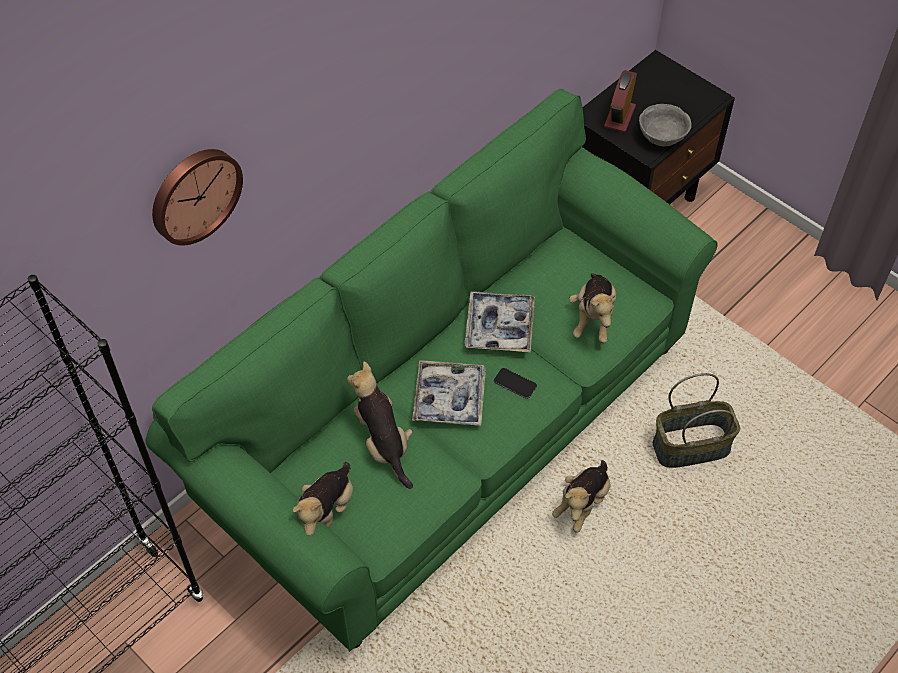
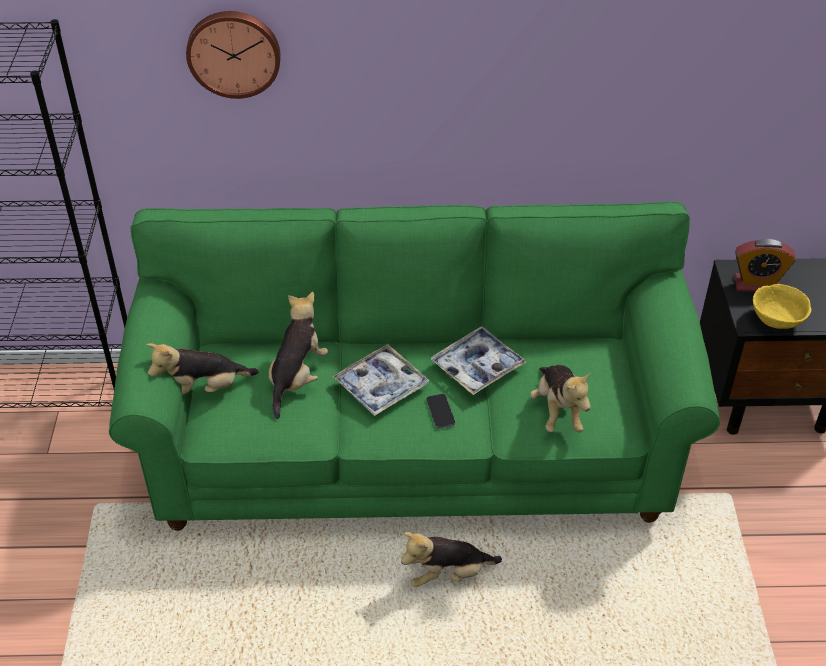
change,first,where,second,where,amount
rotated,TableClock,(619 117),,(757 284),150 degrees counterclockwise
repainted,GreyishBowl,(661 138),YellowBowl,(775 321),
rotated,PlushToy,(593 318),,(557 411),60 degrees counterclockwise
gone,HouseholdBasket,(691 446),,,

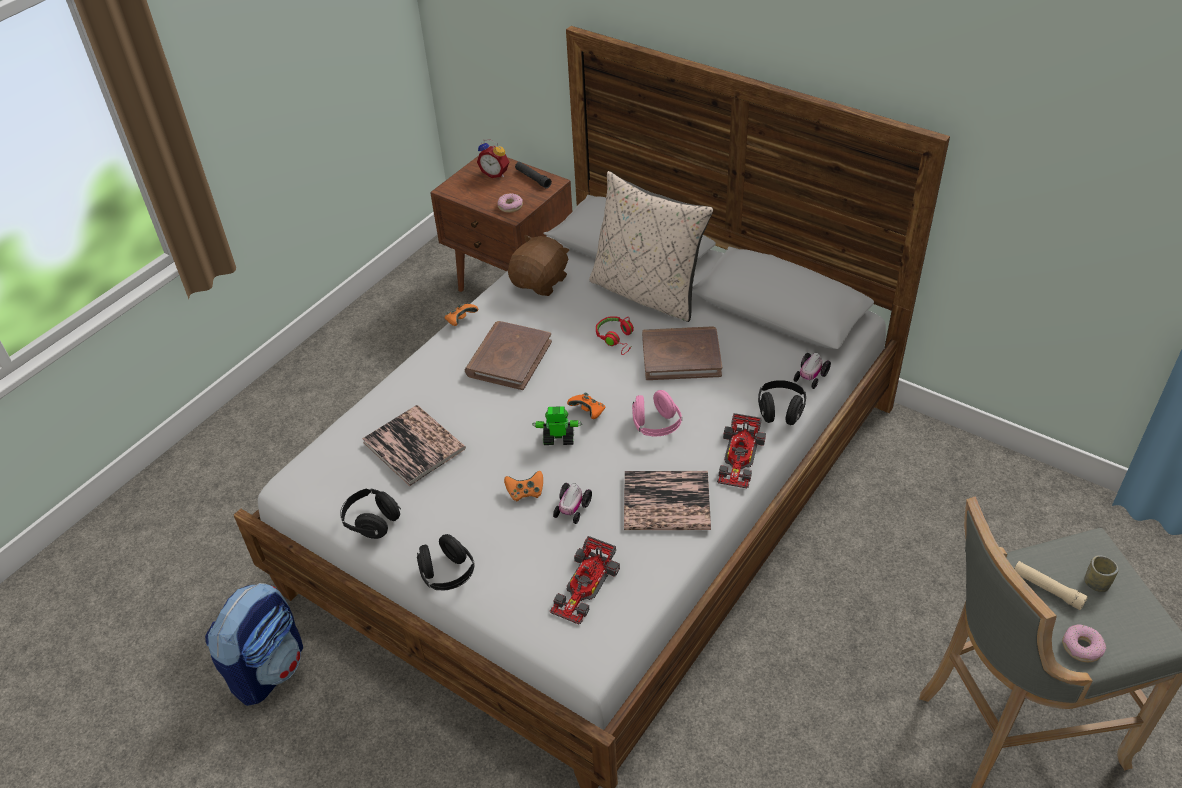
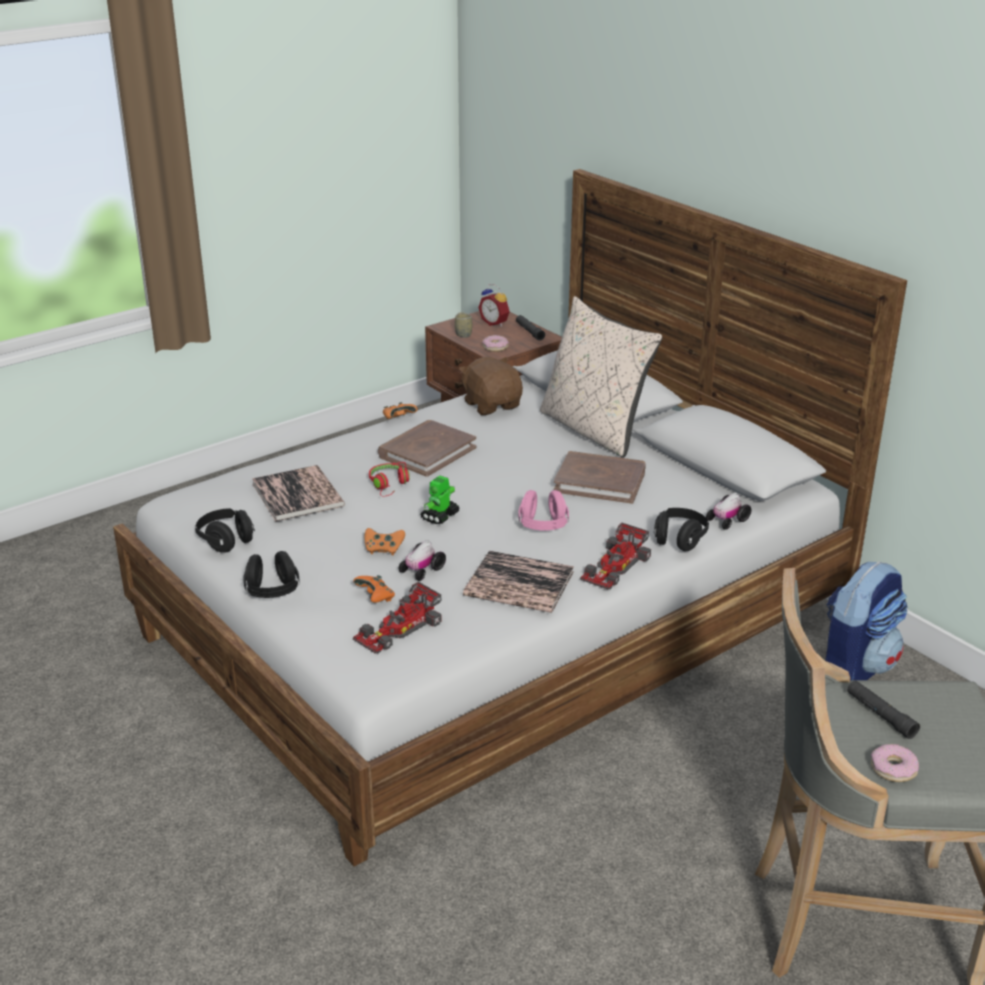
change,first,where,second,where,amount
rotated,BrownColouredPlushToy,(540 282),,(492 405),75 degrees counterclockwise
shifted,RedColouredHeadphones,(617 339),,(389 485),
shifted,OrangeyGamepad,(588 412),,(376 598),
rotated,RobotFigure,(558 438),,(439 516),75 degrees counterclockwise
shifted,Cup,(1096 583),,(463 335),
repainted,SandColouredTorch,(1047 589),BlackTorch,(880 715),
shifted,Knapsack,(269 668),,(856 666),

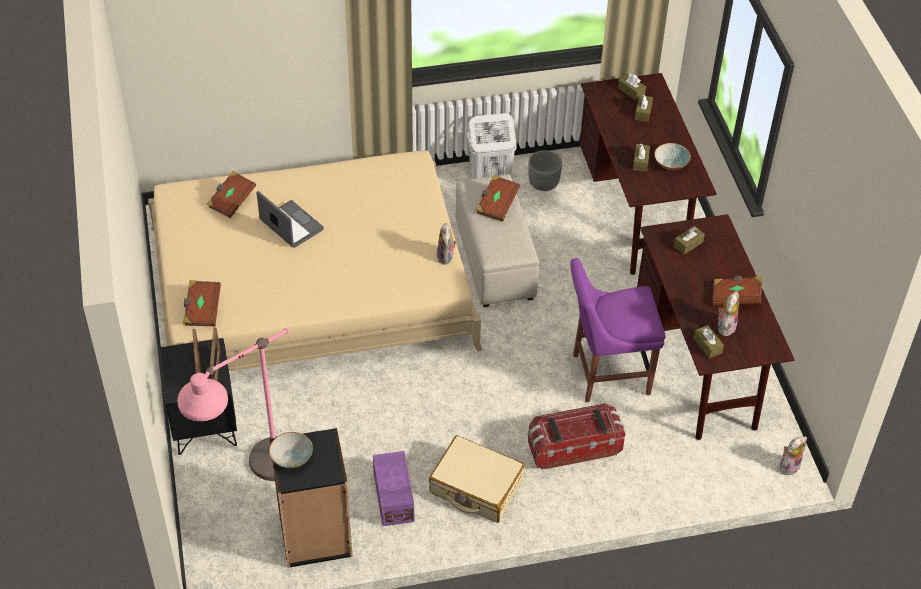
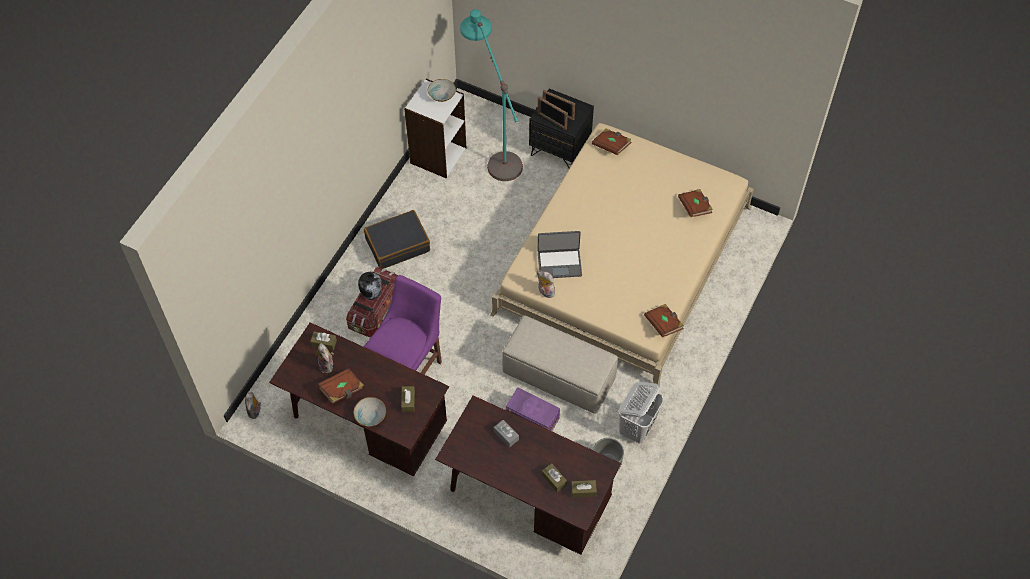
change,first,where,second,where,amount
shifted,Bowl,(671 164),,(370 416),
repainted,BrownColouredTissueHolder,(640 162),GreyishTissueHolder,(506 435),
shifted,BrownColouredVolume,(496 205),,(663 324),
shifted,Laptop,(290 226),,(559 263),
repainted,PinkColouredStandingLamp,(255 487),TurquoiseColouredStandingLamp,(494 148),
repainted,BlackShelvingUnit,(315 536),WhiteColouredShelvingUnit,(437 155),
repainted,SandColouredTravelCase,(476 487),BlackTravelCase,(397 244),
shifted,PurpleColouredStorageContainer,(392 498),,(532 417),
new,,,FlowerVase,(372 294),

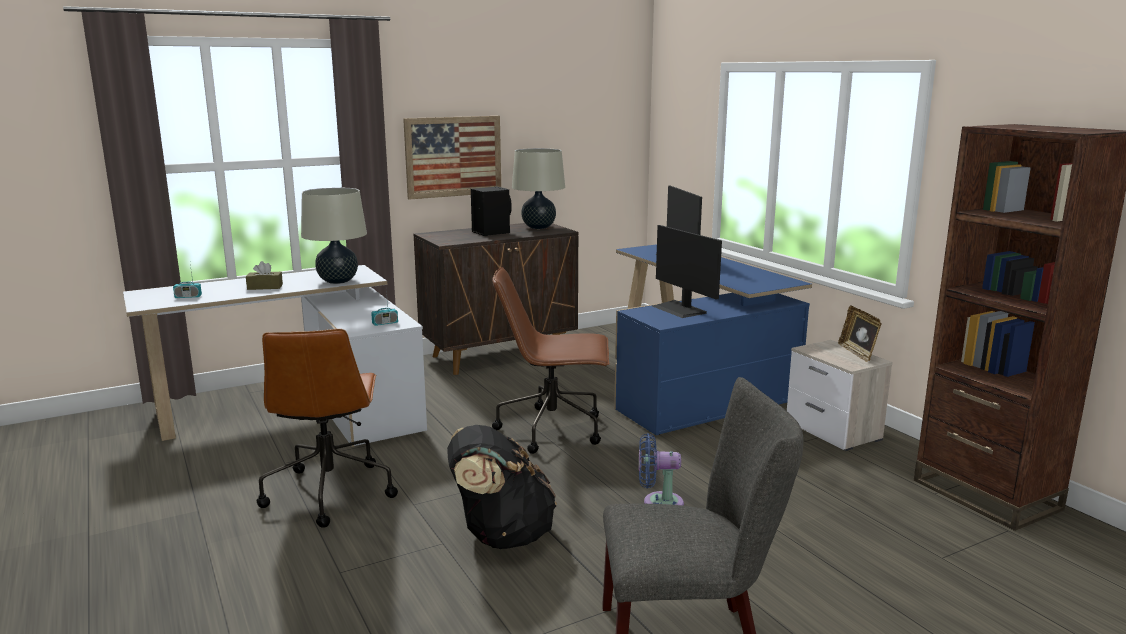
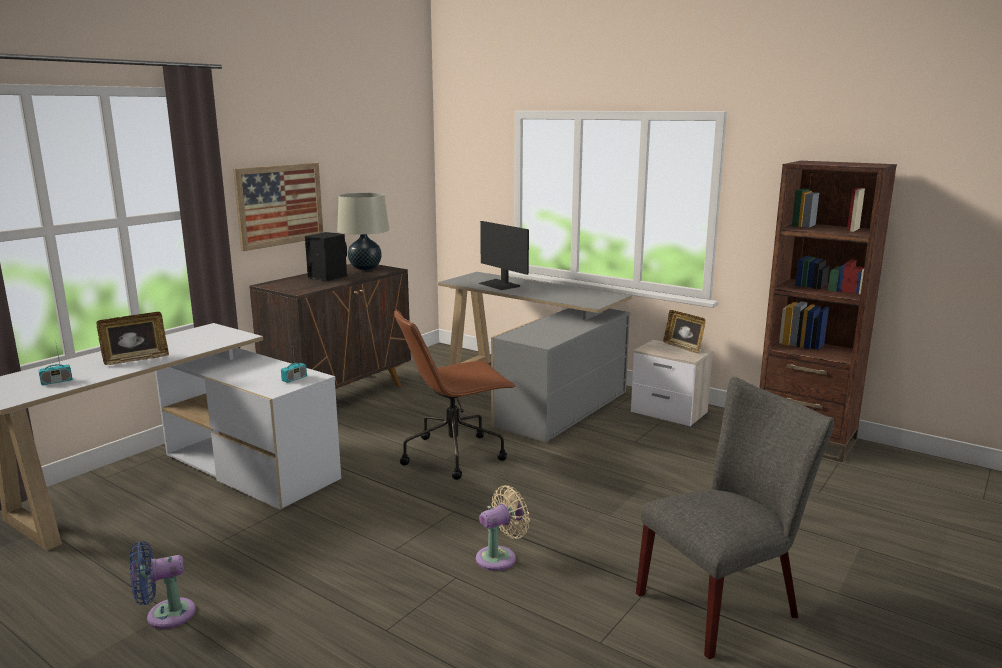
change,first,where,second,where,amount
gone,SandColouredTableLamp,(338 281),,,
gone,ComputerScreen,(680 309),,,
repainted,BlueDesk,(694 384),GreyishDesk,(534 394),
swapped,BrownColouredTissueHolder,(265 287),StandingFrame,(136 359),
gone,BrownColouredOfficeChair,(329 492),,,
swapped,BlackKnapsack,(501 535),SandColouredFan,(499 557),
shifted,BlueFan,(658 503),,(165 615),

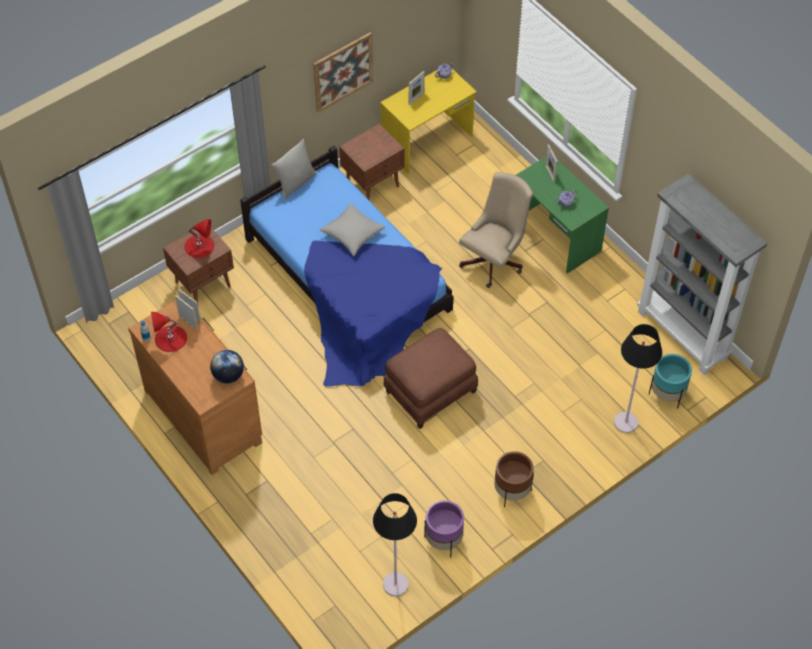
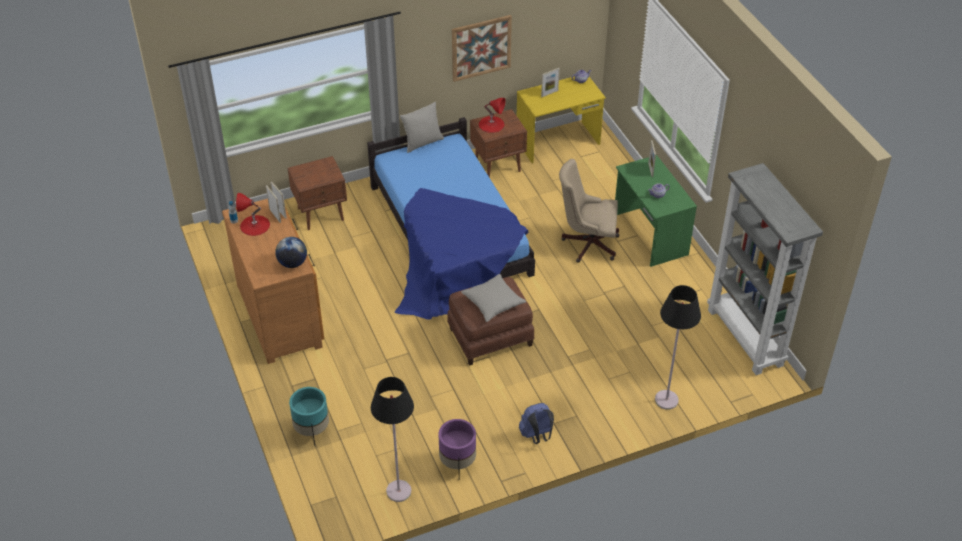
change,first,where,second,where,amount
rotated,SandColouredOfficeChair,(495 260),,(587 243),135 degrees counterclockwise
shifted,GreyishThrowPillow,(352 234),,(493 303),
shifted,RedColouredTableLamp,(199 246),,(491 124),
shifted,TurquoiseColouredPlanter,(667 394),,(312 431),
swapped,BrownColouredPlanter,(511 491),BlueKnapsack,(537 436),

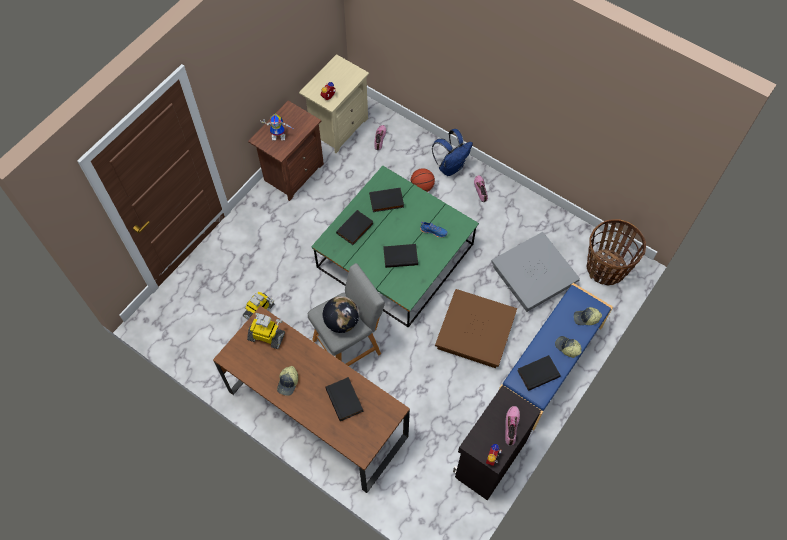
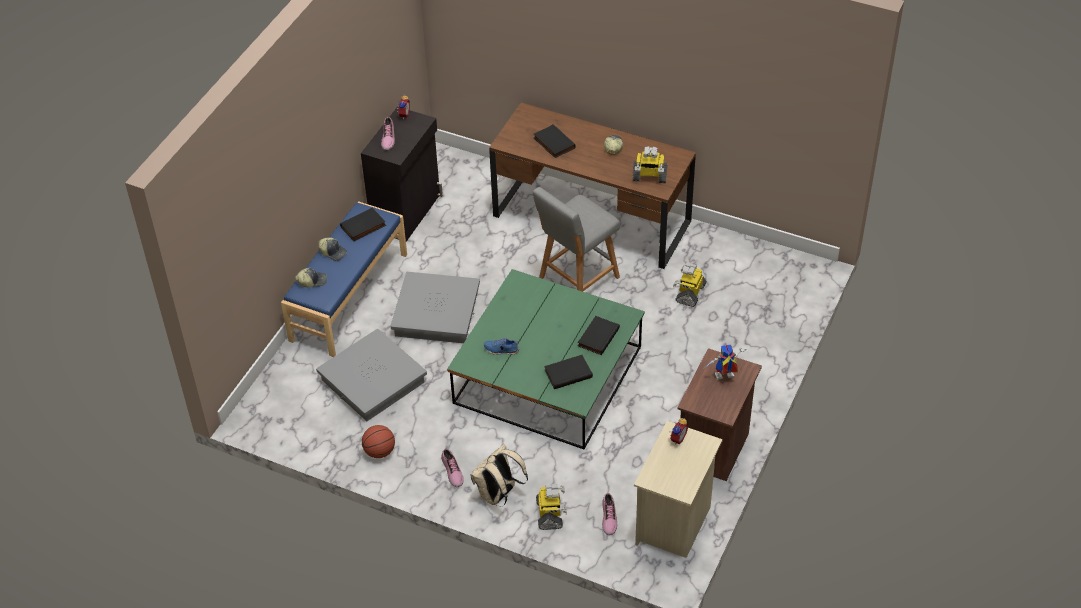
change,first,where,second,where,amount
repainted,BlueKnapsack,(451 166),SandColouredKnapsack,(498 495),
shifted,BasketballBall,(422 187),,(379 451),
gone,HouseholdBasket,(606 268),,,
gone,BlackVolume,(400 256),,,
repainted,BrownColouredStorageContainer,(475 332),GreyishStorageContainer,(436 313),
gone,WorldGlobe,(342 322),,,
new,,,RobotFigure,(550 514),

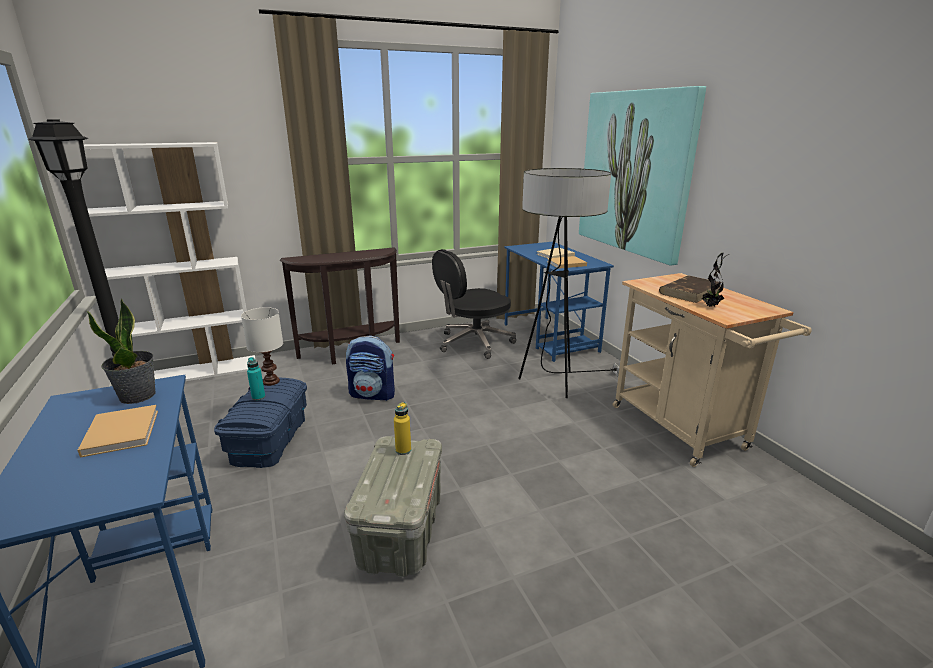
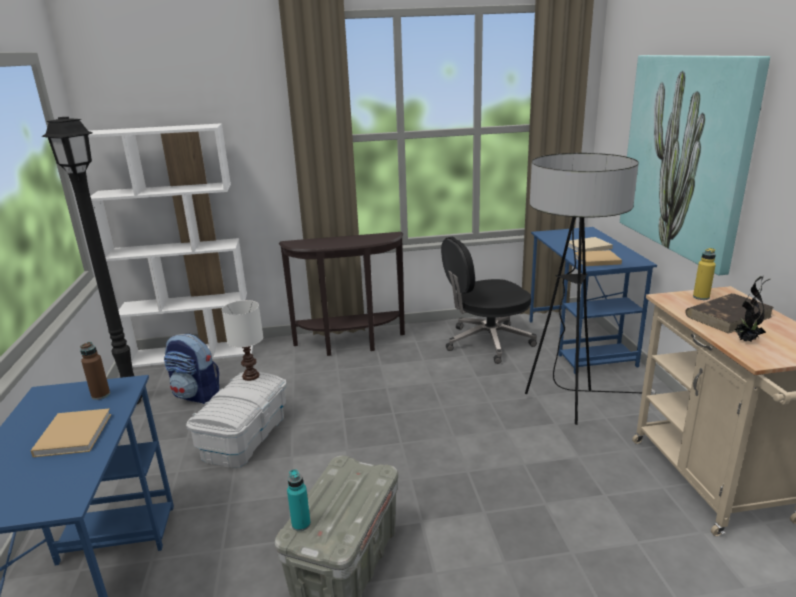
change,first,where,second,where,amount
swapped,Houseplant,(138 396),BrownColouredDrinkBottle,(100 395),
shifted,Knapsack,(373 394),,(196 395),
shifted,TurquoiseColouredDrinkBottle,(258 397),,(301 524),
repainted,BlueStorageContainer,(269 439),WhiteColouredStorageContainer,(244 436),
shifted,YellowDrinkBottle,(403 450),,(701 297),

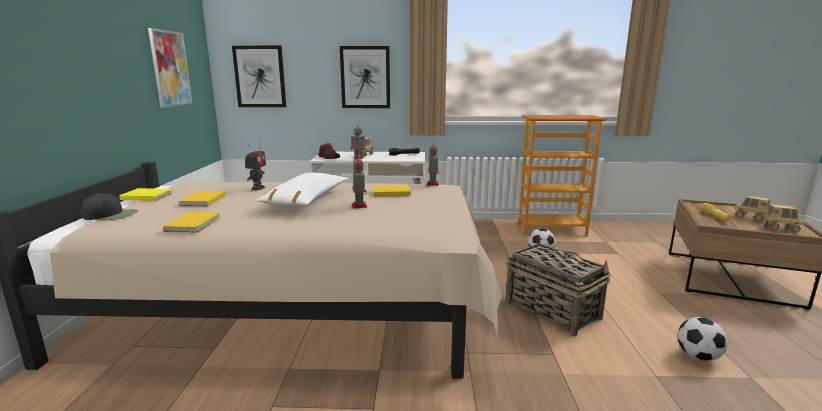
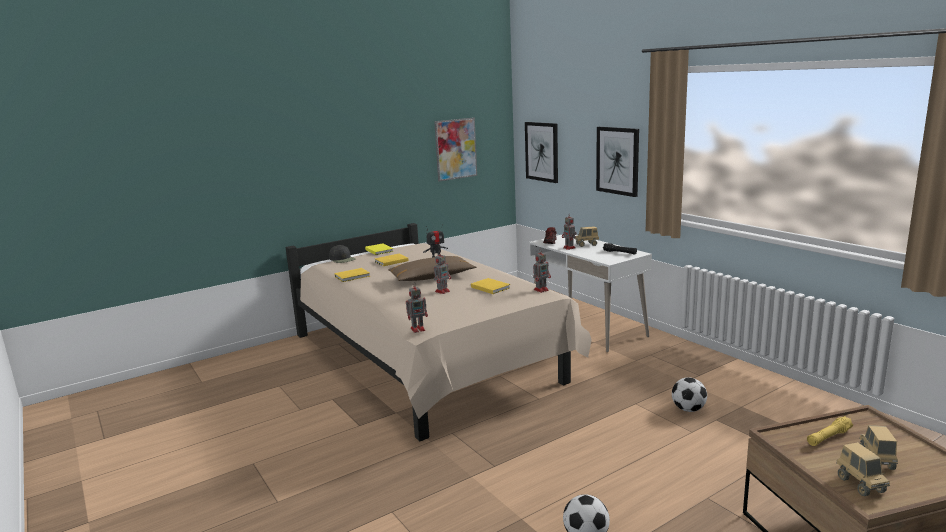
change,first,where,second,where,amount
gone,ShelvingUnit,(551 230),,,
repainted,WhiteColouredThrowPillow,(306 200),BrownColouredThrowPillow,(432 277),
gone,HouseholdBasket,(551 309),,,
new,,,RobotFigure,(418 329),

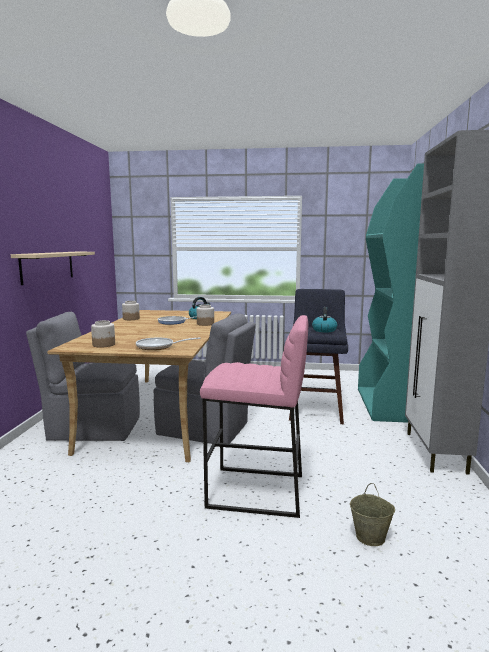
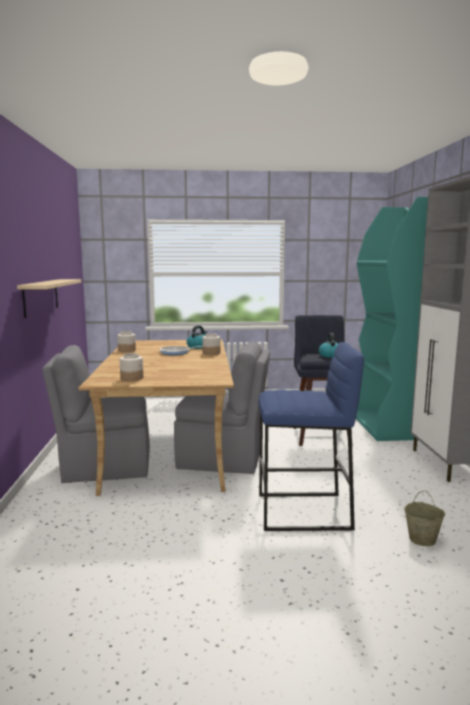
change,first,where,second,where,amount
repainted,PinkColouredStool,(256 491),BlueStool,(303 512),
gone,FryingPan,(158 347),,,

